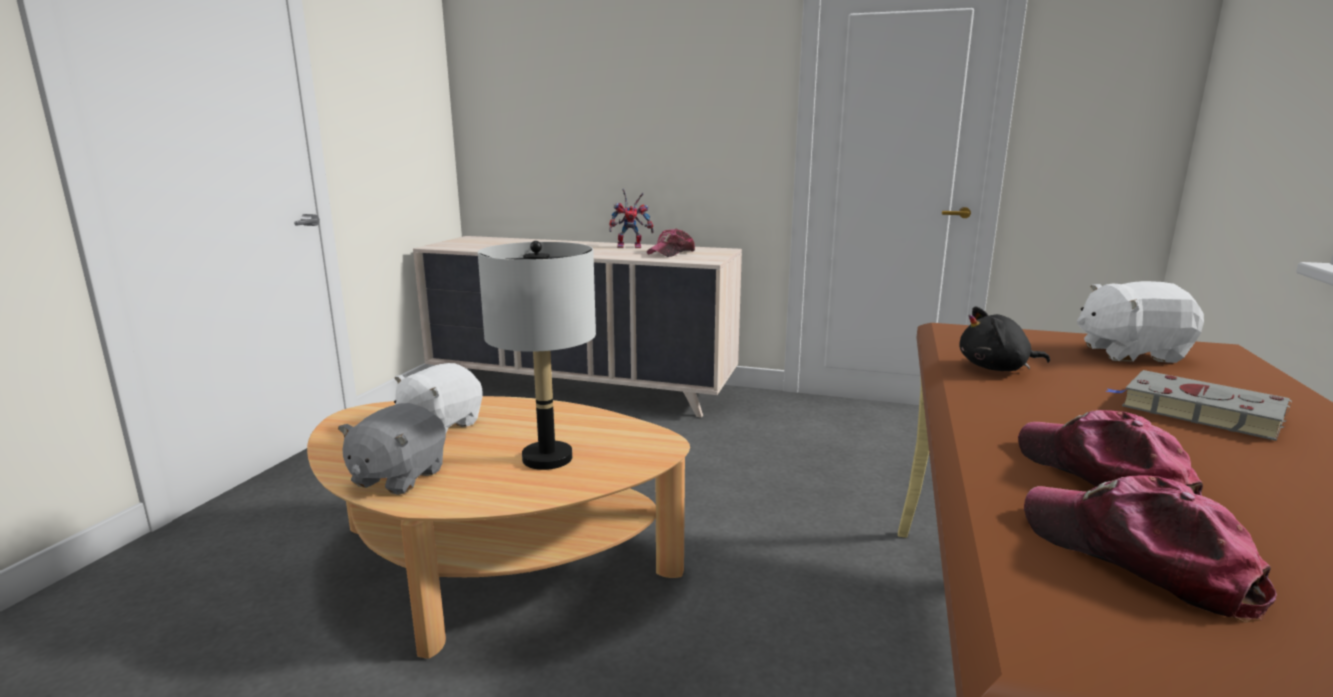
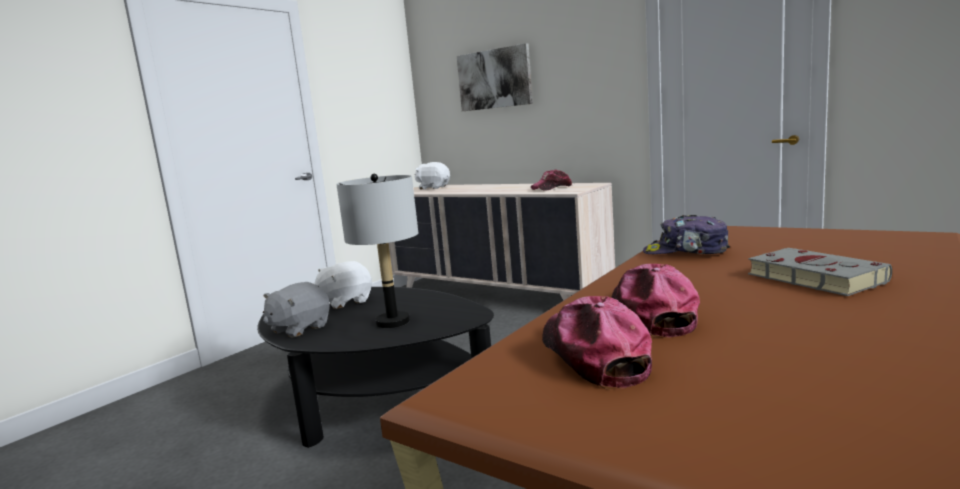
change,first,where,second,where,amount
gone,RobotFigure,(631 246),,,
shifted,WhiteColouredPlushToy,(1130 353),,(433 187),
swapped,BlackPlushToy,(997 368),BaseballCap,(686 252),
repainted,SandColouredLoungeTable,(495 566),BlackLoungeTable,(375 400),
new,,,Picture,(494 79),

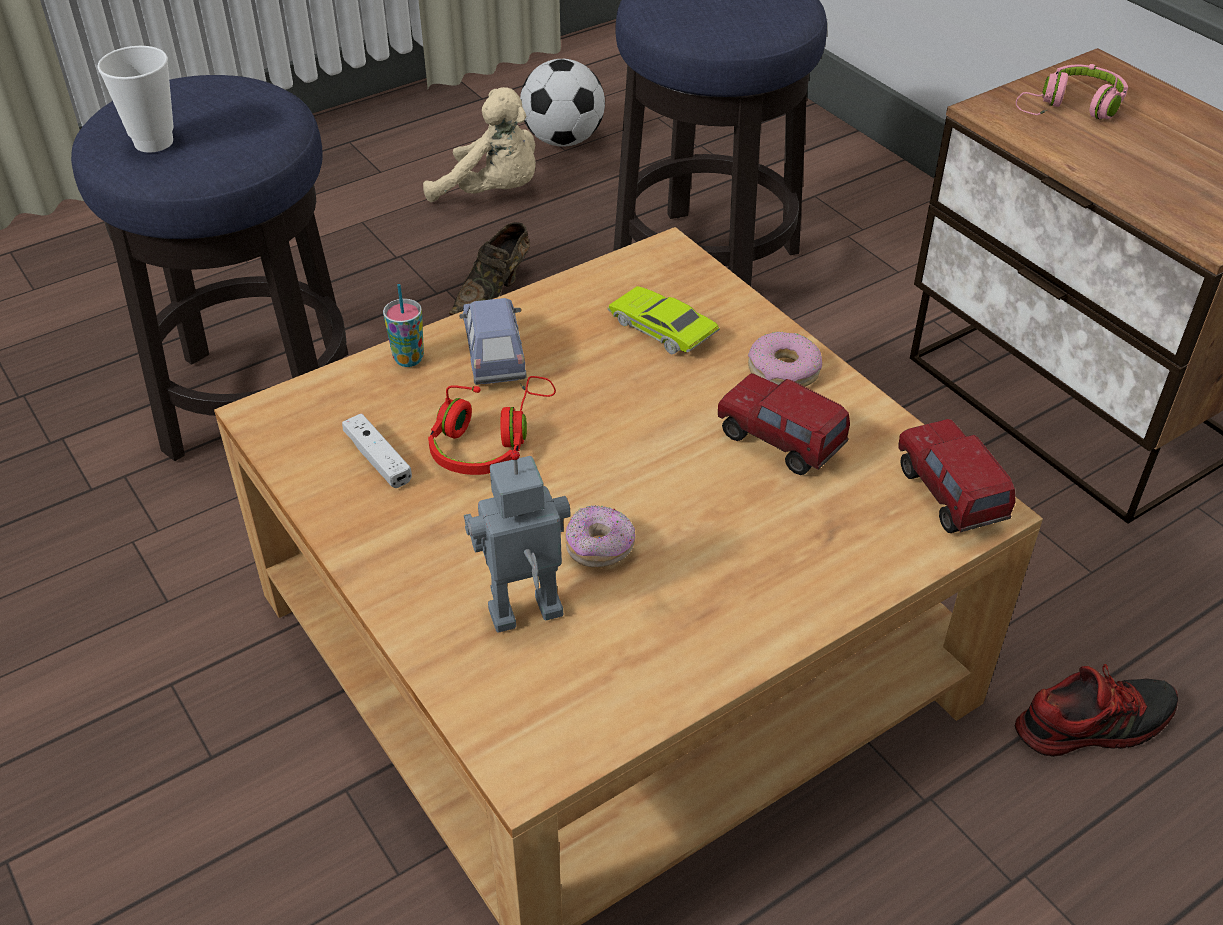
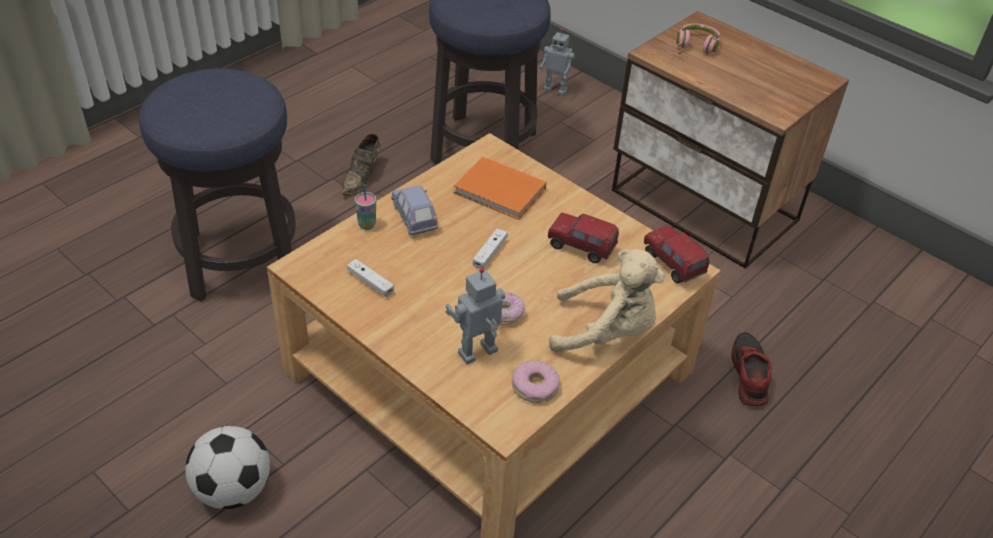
change,first,where,second,where,amount
gone,Cup,(153 142),,,
shifted,BallForFootball,(563 140),,(233 490),
shifted,SandColouredPlushToy,(493 192),,(606 332),
swapped,GreenColouredMiniatureCar,(662 329),OrangeyVolume,(501 192),
shifted,Doughnut,(783 370),,(535 386),
gone,RedColouredHeadphones,(489 440),,,
rotated,Shoe,(1092 724),,(747 375),60 degrees counterclockwise
new,,,RobotFigure,(556 90),
new,,,WhiteColouredGamepad,(490 253),

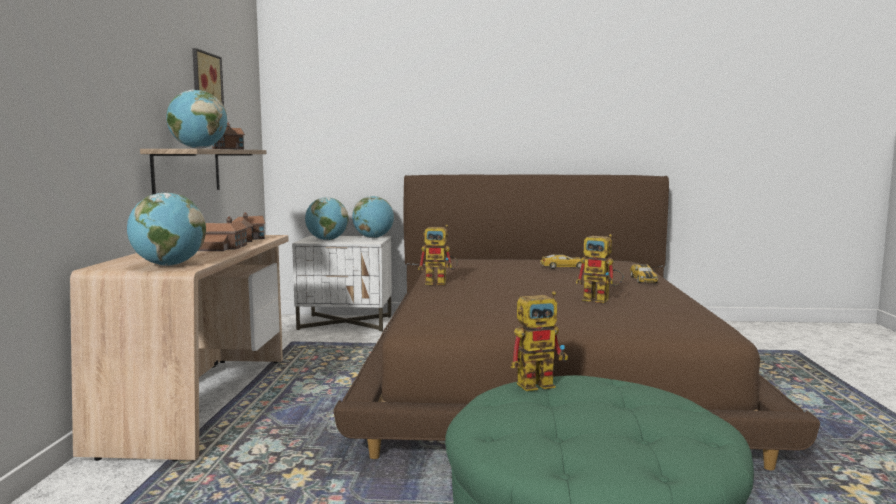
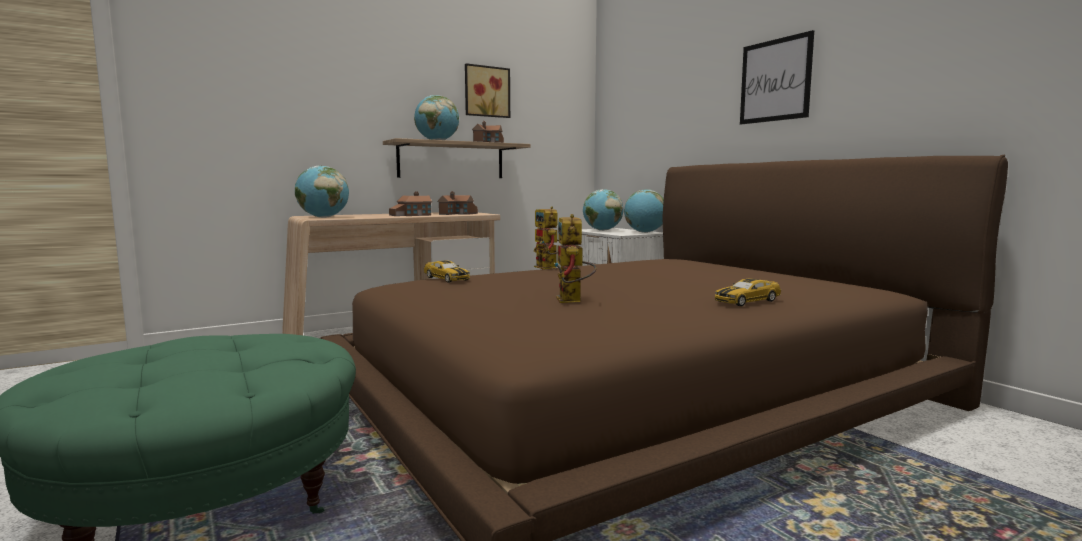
change,first,where,second,where,amount
shifted,MiniatureCar,(563 267),,(447 279),
gone,RobotFigure,(541 383),,,
new,,,Picture,(775 80),

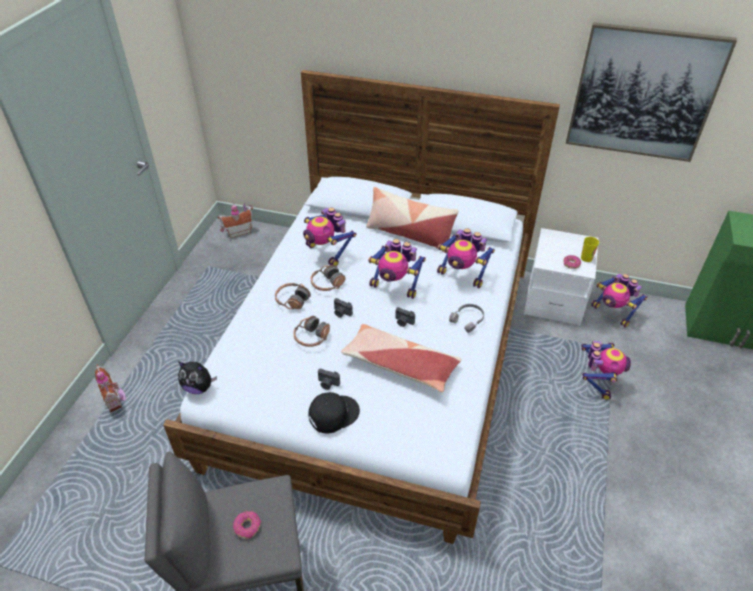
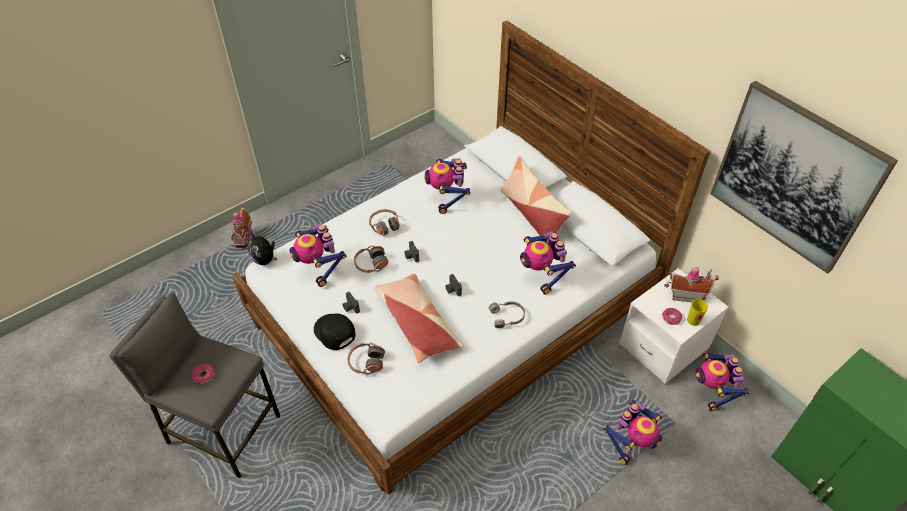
change,first,where,second,where,amount
shifted,ModelHouse,(238 231),,(685 294),
shifted,RobotFigure,(395 287),,(319 268),
shifted,Headphones,(327 284),,(366 362),
rotated,BlackBaseballCap,(333 413),,(334 332),135 degrees counterclockwise

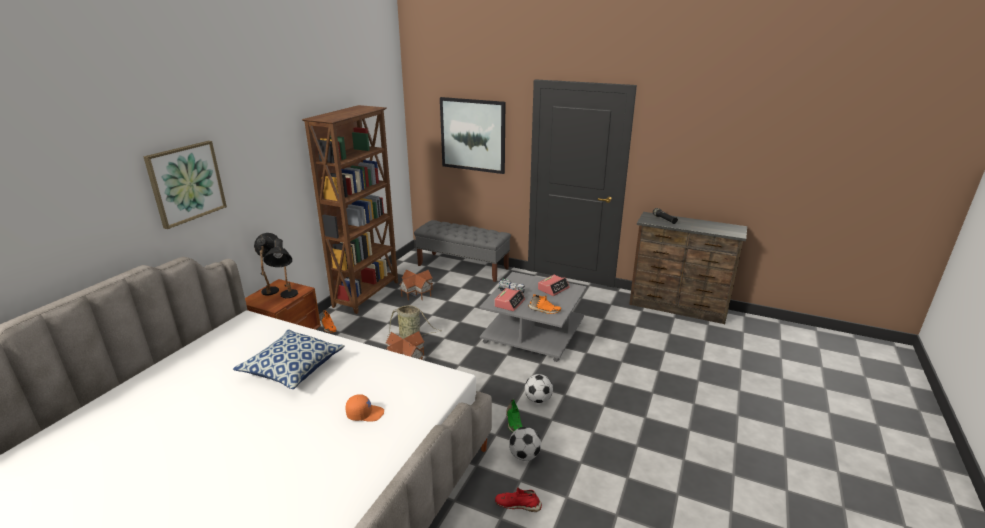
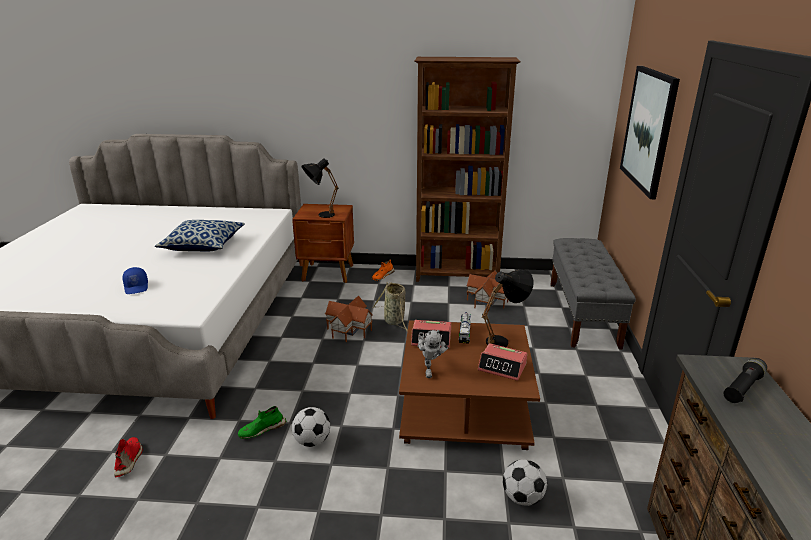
change,first,where,second,where,amount
gone,Picture,(186 183),,,
shifted,BlackTableLamp,(272 288),,(504 341),
repainted,GreyishLoungeTable,(532 332),BrownColouredLoungeTable,(466 406),
swapped,OrangeyShoe,(544 310),RobotFigure,(430 369),
repainted,OrangeyBaseballCap,(365 413),BlueBaseballCap,(137 287),
shifted,BallForFootball,(524 455),,(522 498),

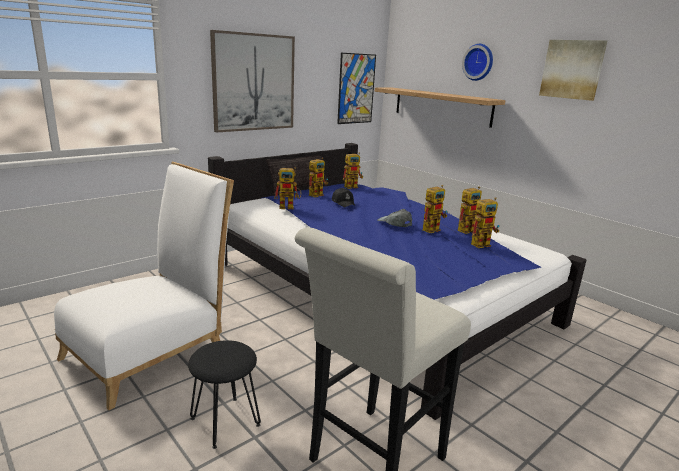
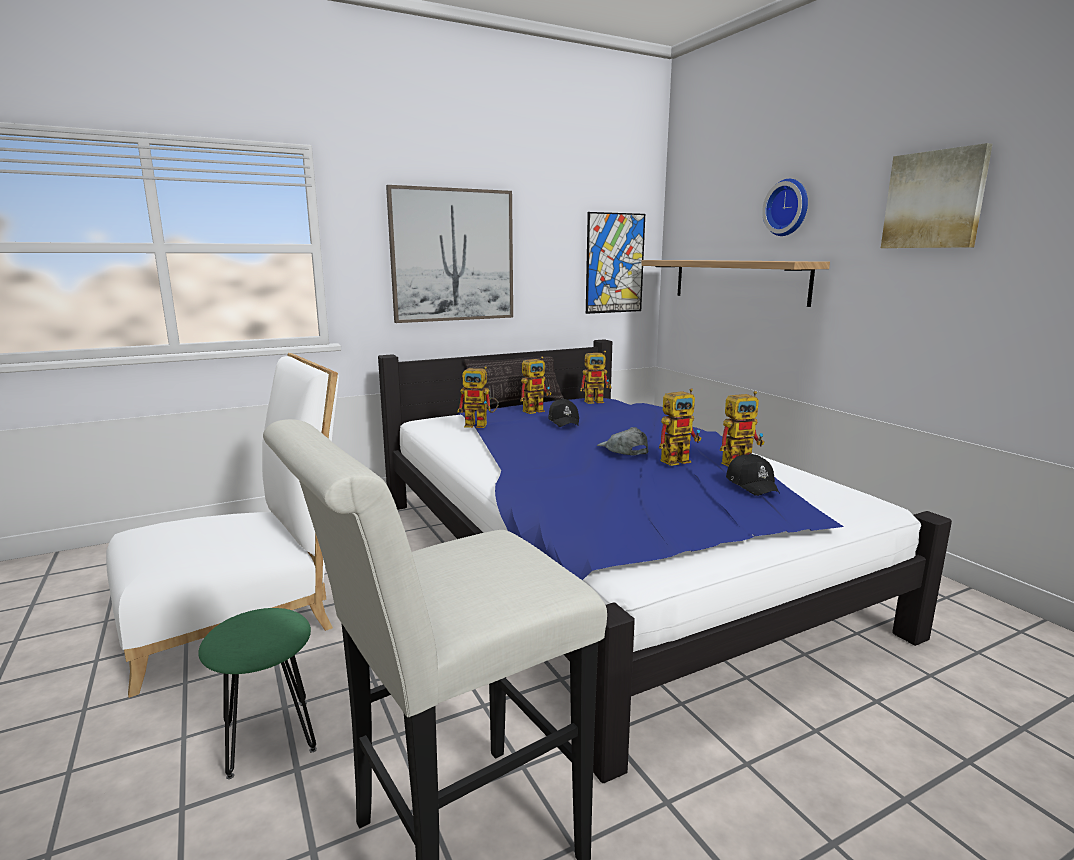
change,first,where,second,where,amount
swapped,RobotFigure,(482 244),BlackBaseballCap,(752 484),
repainted,BlackStool,(226 421),GreenColouredStool,(270 737),

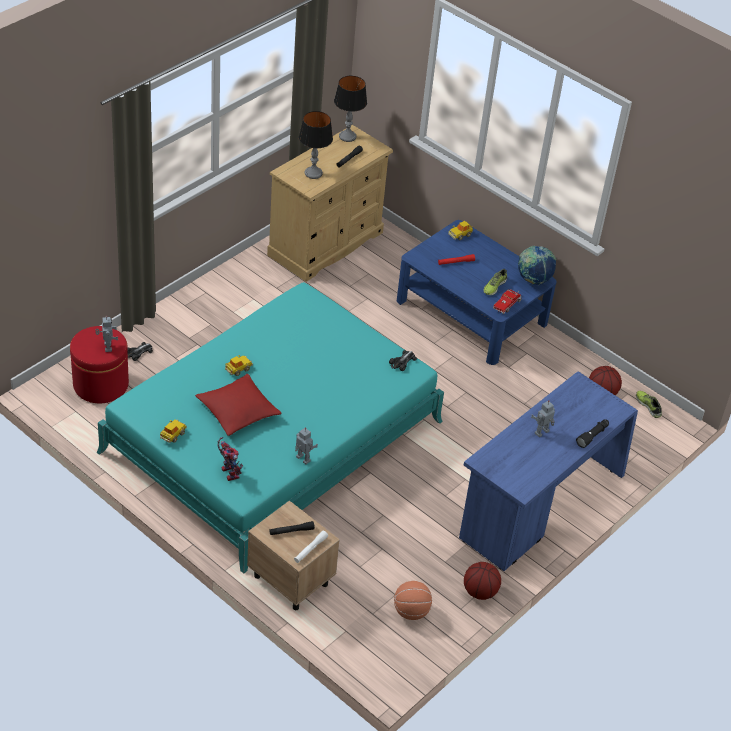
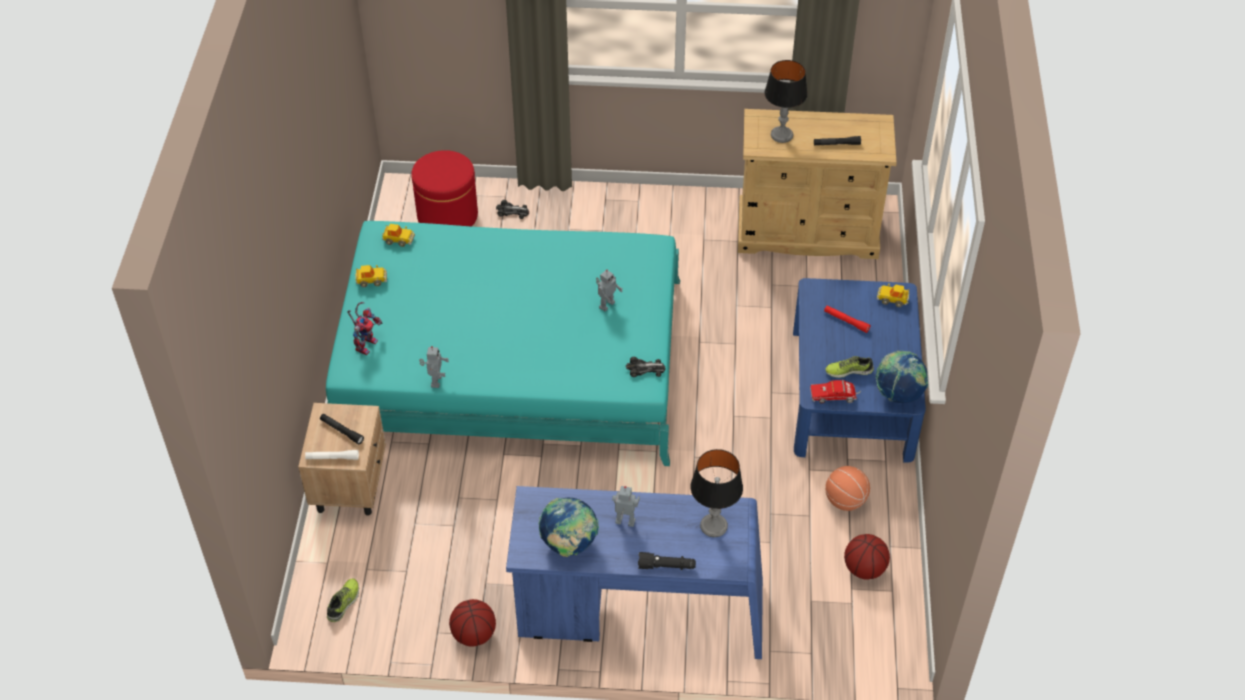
change,first,where,second,where,amount
shifted,TableLamp,(347 137),,(713 526),
shifted,RobotFigure,(107 347),,(606 304),
shifted,MiniatureCar,(238 368),,(398 239),
gone,RedColouredThrowPillow,(238 411),,,
shifted,Shoe,(648 406),,(344 603),
shifted,BasketballBall,(411 611),,(845 501),
new,,,WorldGlobe,(569 544),

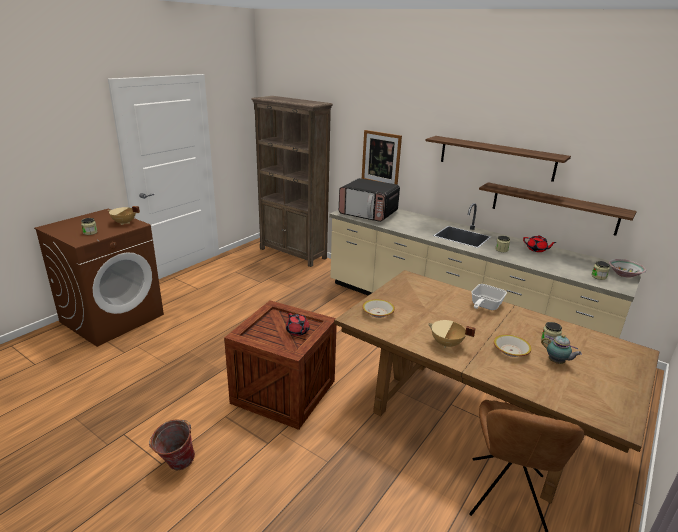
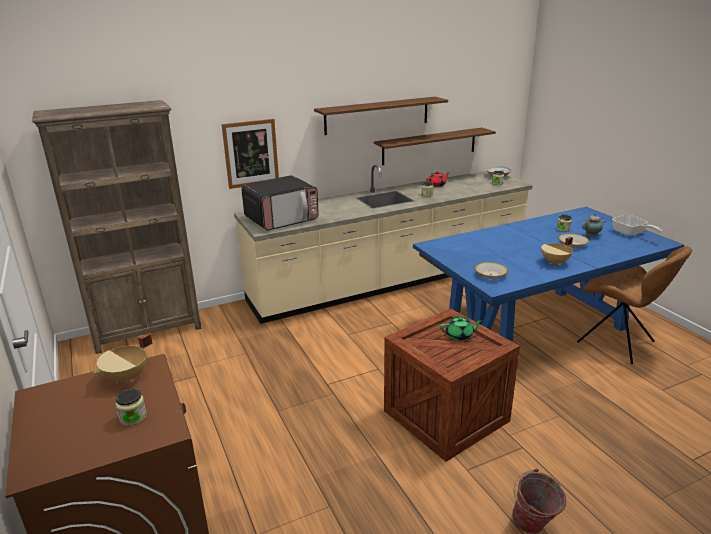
change,first,where,second,where,amount
repainted,BrownColouredDinnerTable,(472 421),BlueDinnerTable,(534 326),
shifted,FryingPan,(484 306),,(631 233),
repainted,RedColouredTeaPot,(297 331),GreenColouredTeaPot,(460 336),

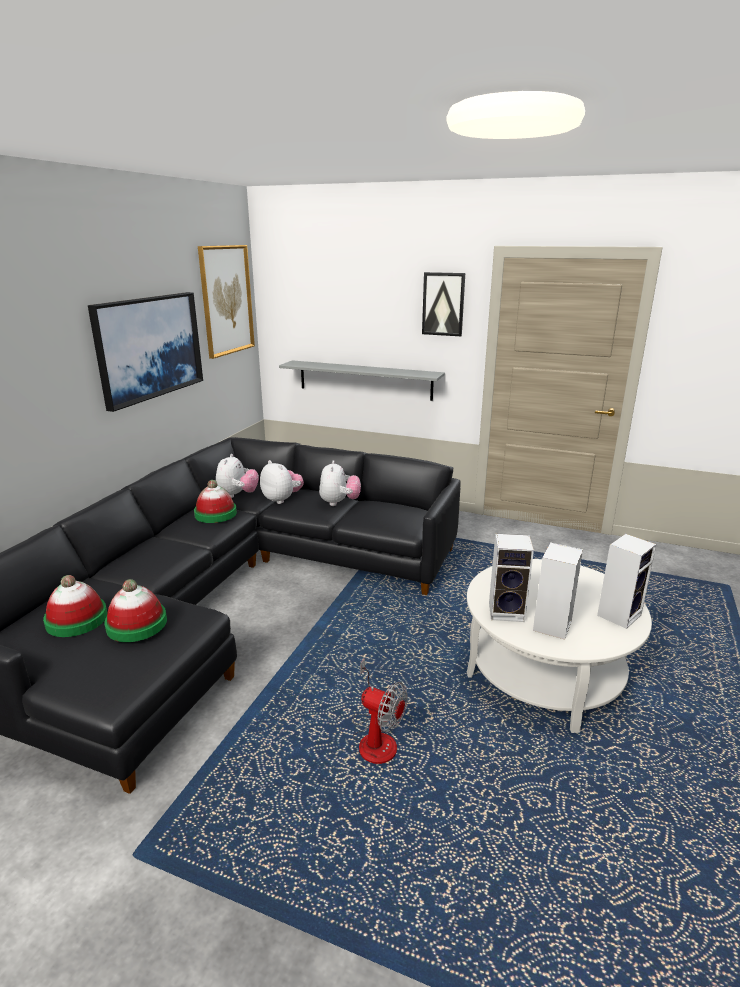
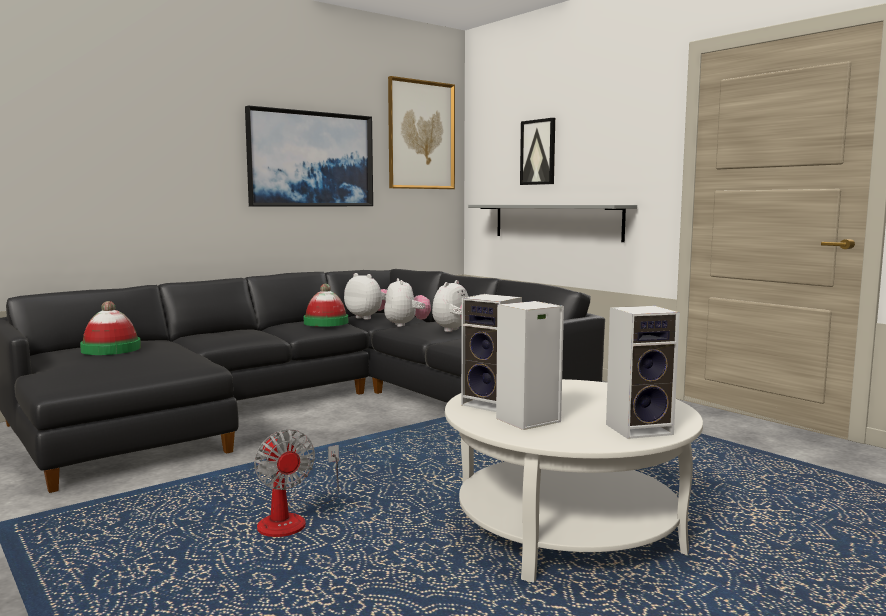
change,first,where,second,where,amount
shifted,Picture,(443 304),,(538 152),
rotated,PlushToy,(237 495),,(367 317),90 degrees counterclockwise
gone,Hat,(136 624),,,

